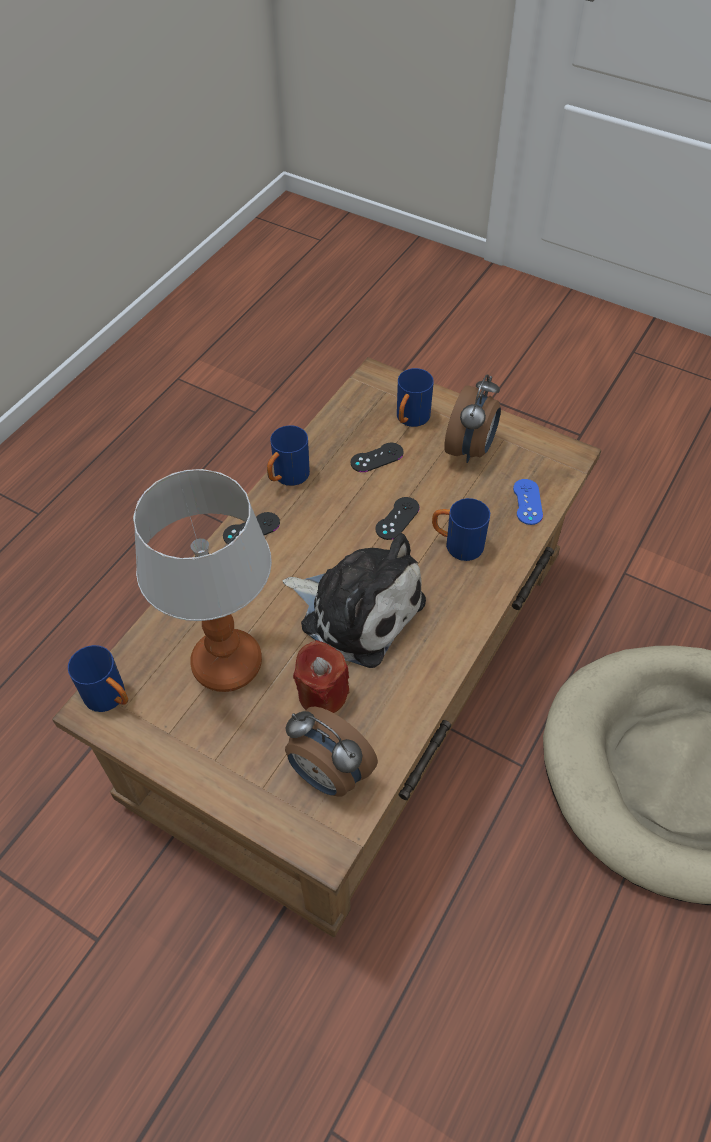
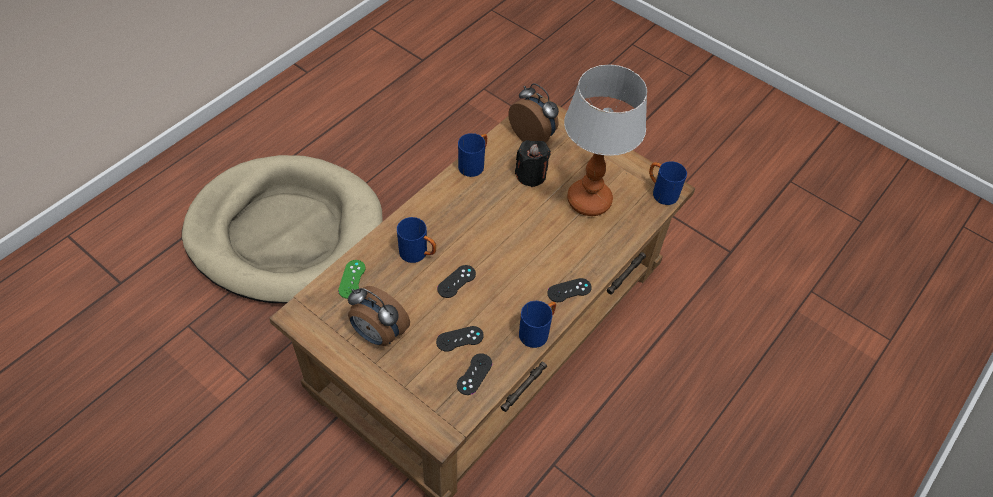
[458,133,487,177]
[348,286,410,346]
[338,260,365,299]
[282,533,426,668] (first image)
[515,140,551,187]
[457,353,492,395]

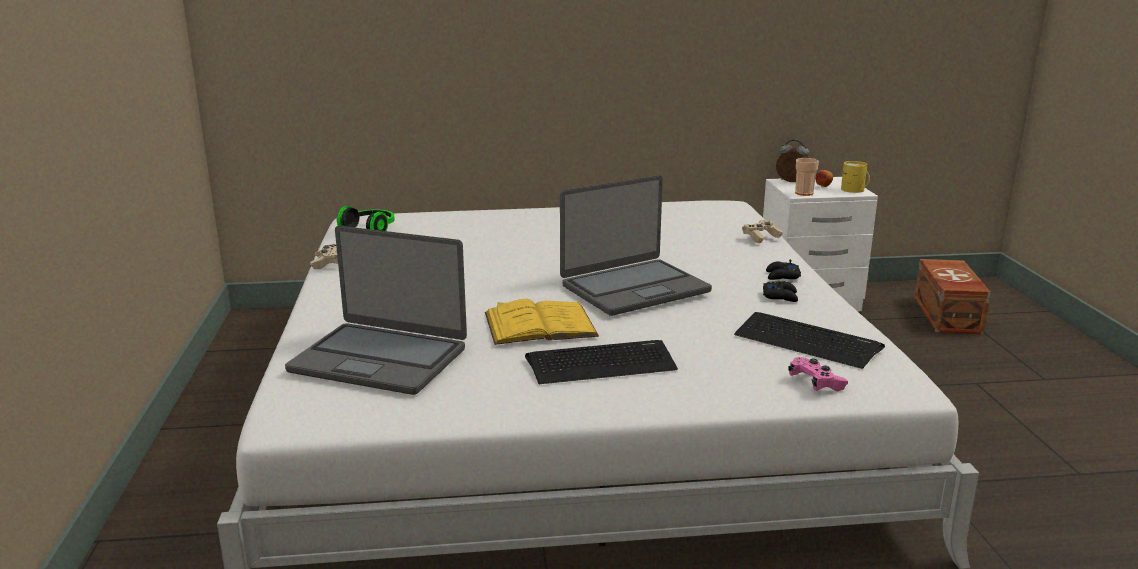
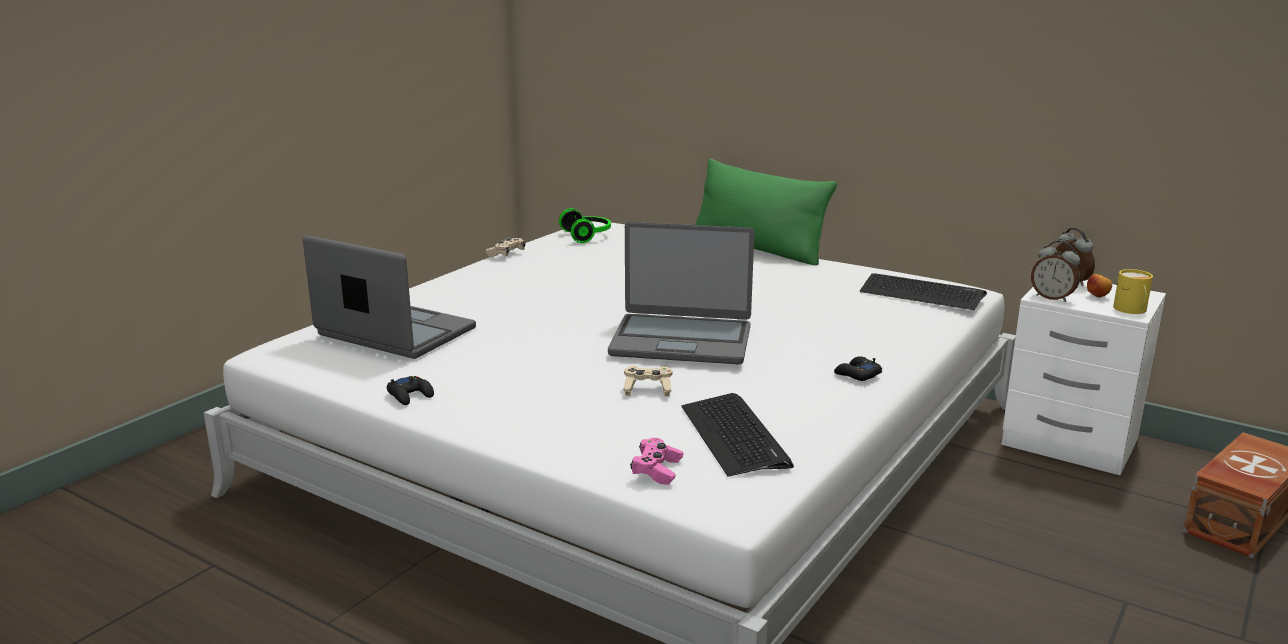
[1031,241,1080,302]
[623,366,672,396]
[303,235,476,359]
[387,376,434,405]
[485,299,599,345] (first image)
[860,273,987,310]
[695,159,837,265]

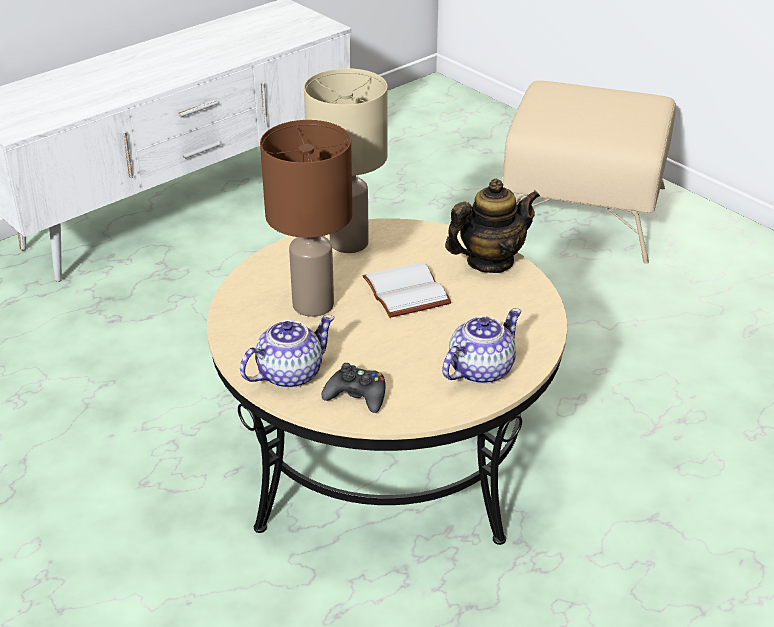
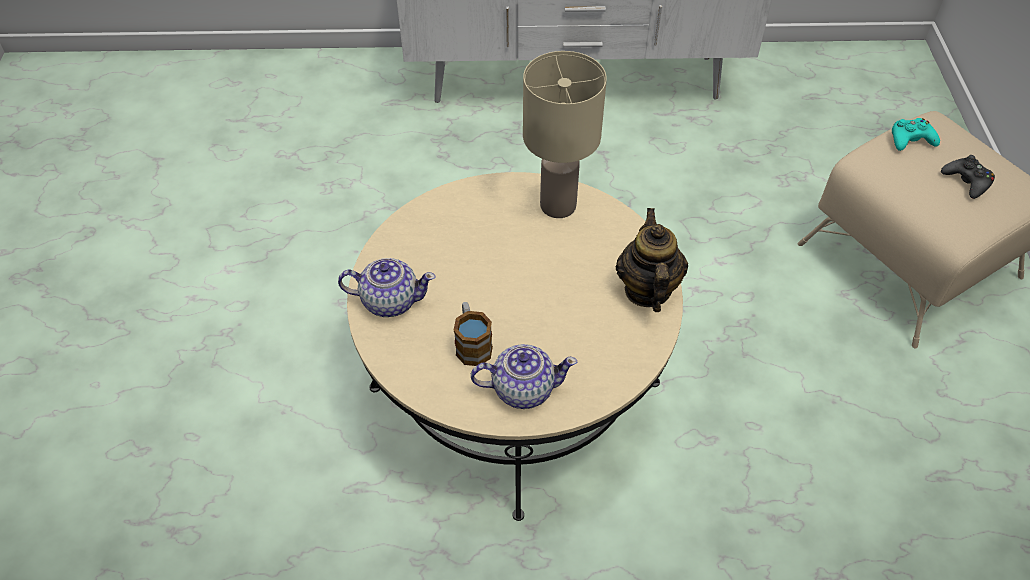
[260,120,353,317] (first image)
[616,208,688,312]
[363,262,451,318] (first image)
[941,155,995,199]
[892,118,940,151]
[454,302,493,366]

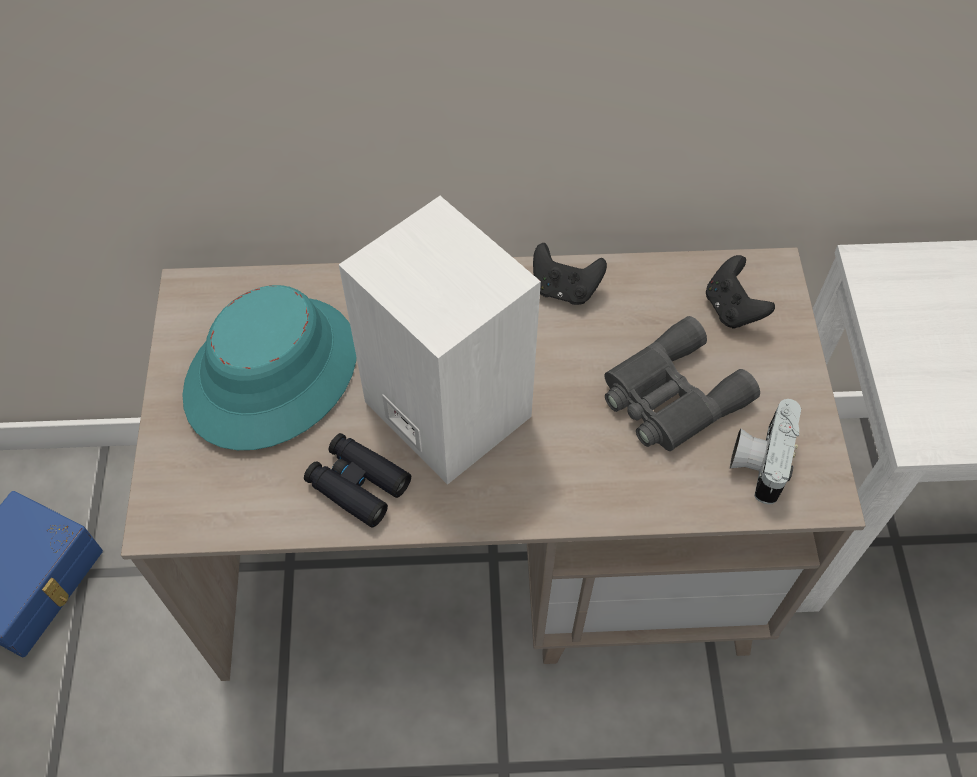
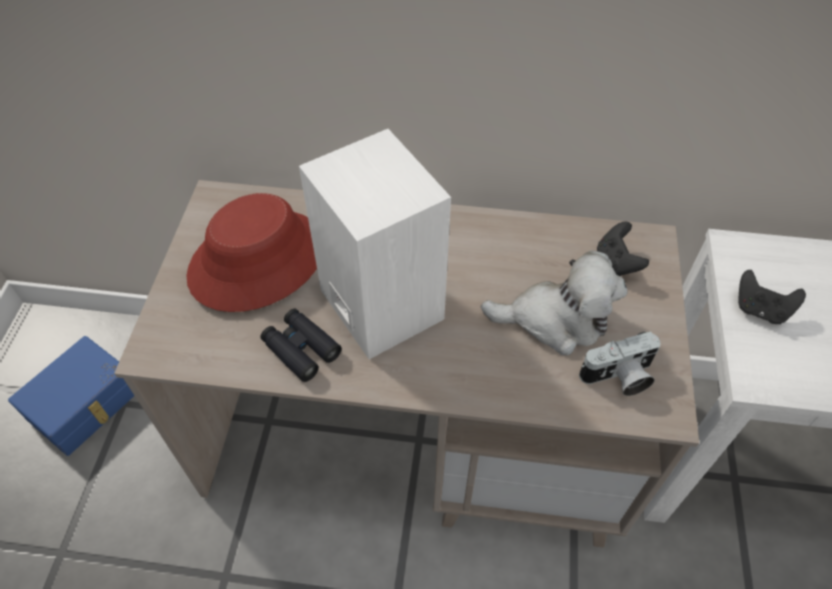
[738,270,806,324]
[186,193,317,312]
[481,250,627,355]
[579,331,661,396]

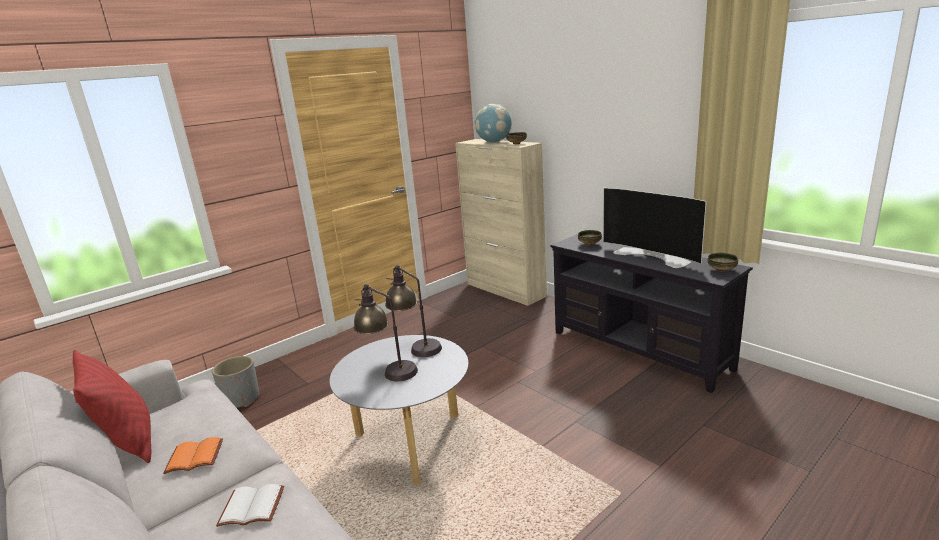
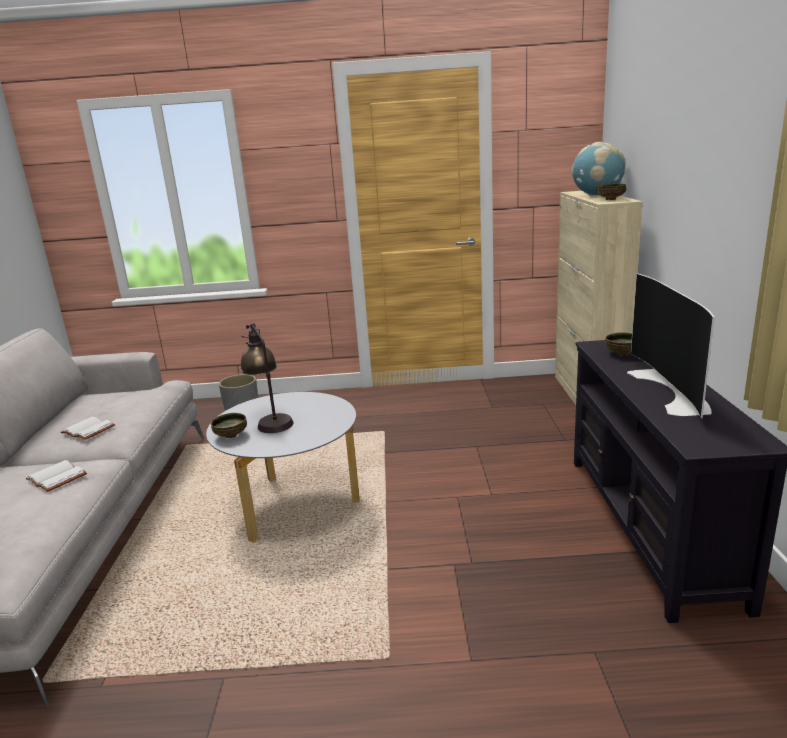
[211,413,247,438]
[385,265,442,357] (first image)
[73,350,151,463] (first image)
[61,417,115,440]

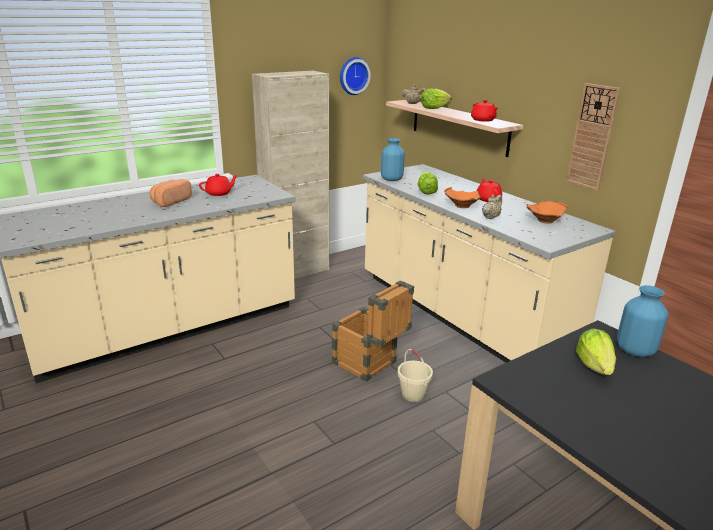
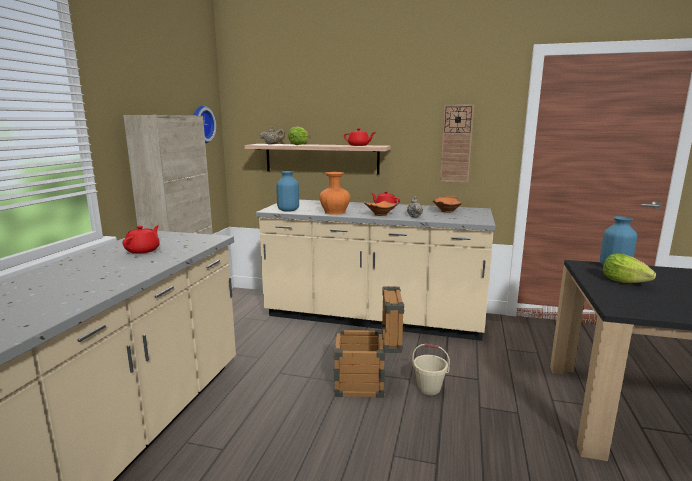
[319,172,350,215]
[150,179,192,207] (first image)

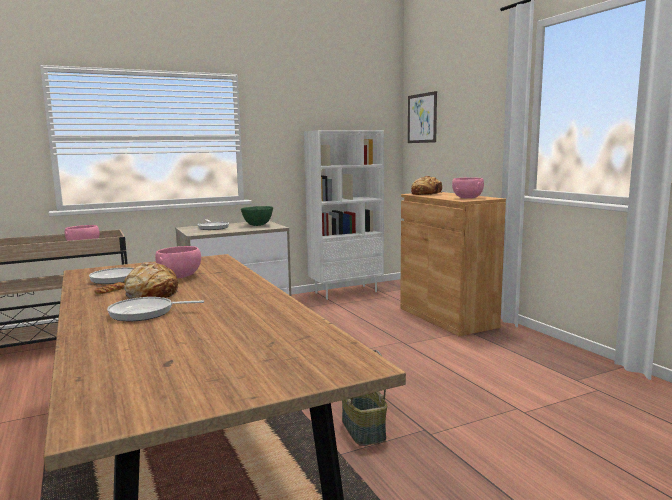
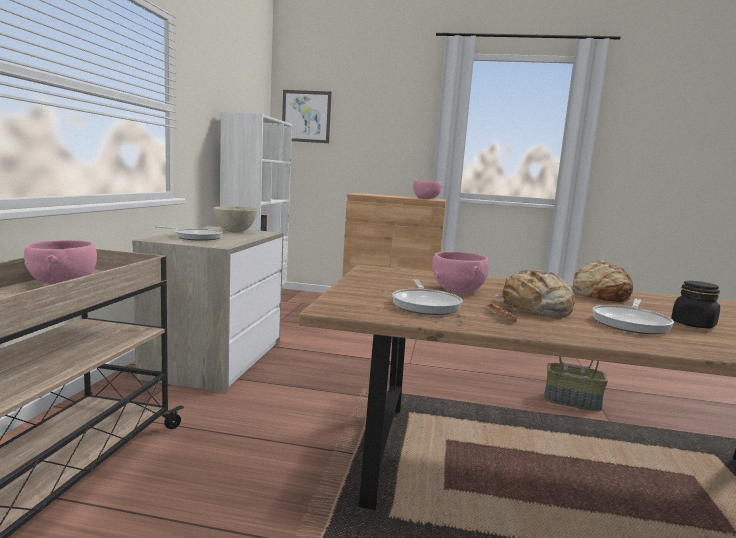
[572,260,633,302]
[213,206,258,232]
[671,281,720,329]

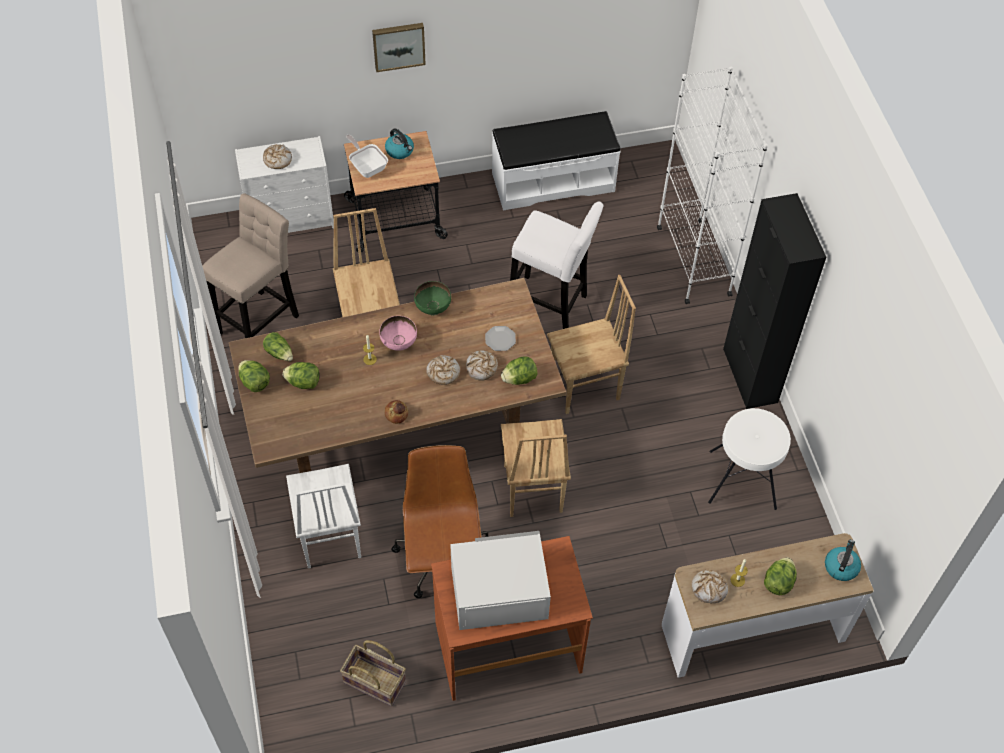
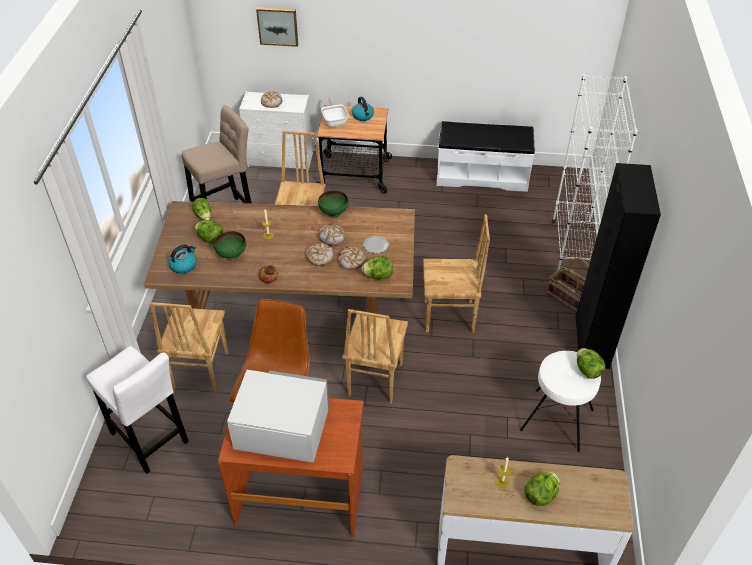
[256,7,298,47]
[86,346,189,474]
[379,316,417,351] (first image)
[577,348,605,379]
[150,302,228,393]
[168,244,196,274]
[319,224,345,245]
[547,258,589,313]
[214,231,246,261]

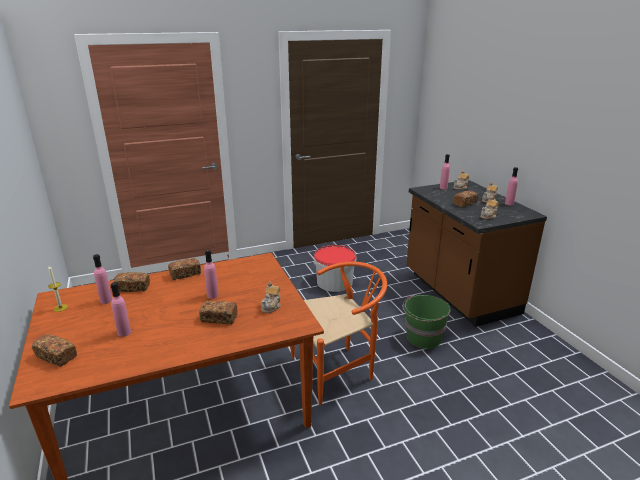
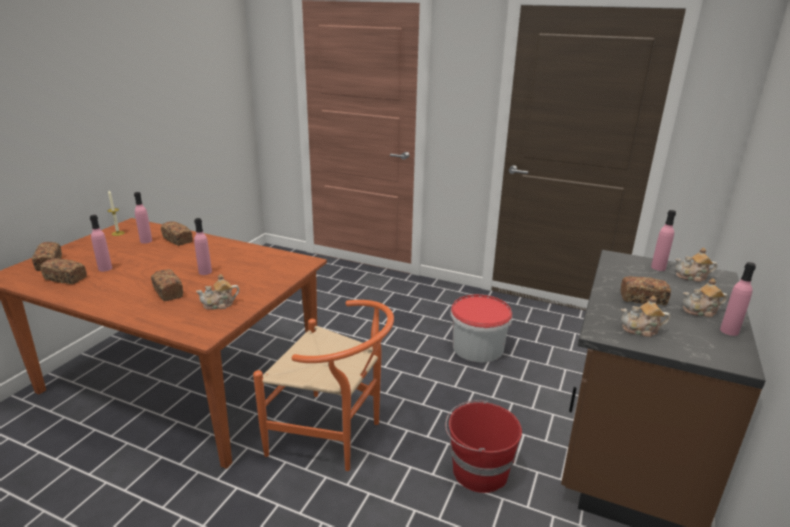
[40,258,87,284]
[445,400,522,493]

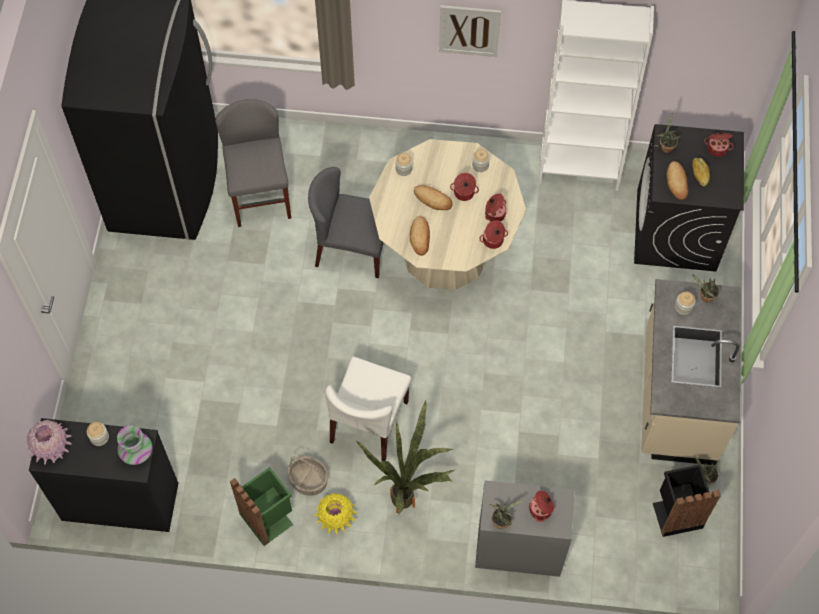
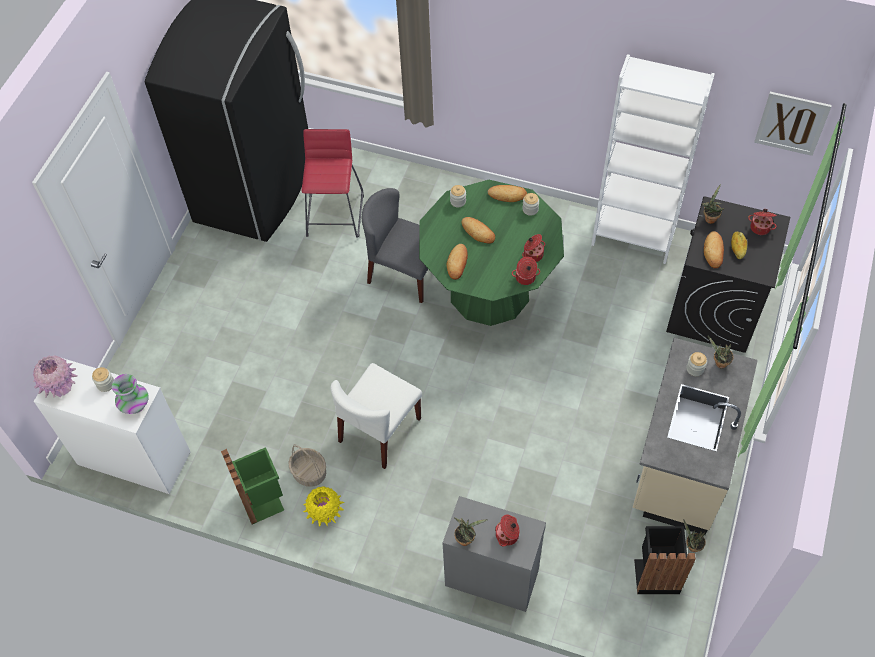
[754,92,832,156]
[302,129,364,238]
[419,180,564,326]
[450,173,479,201] (first image)
[356,399,456,514] (first image)
[34,358,191,494]
[488,185,527,202]

